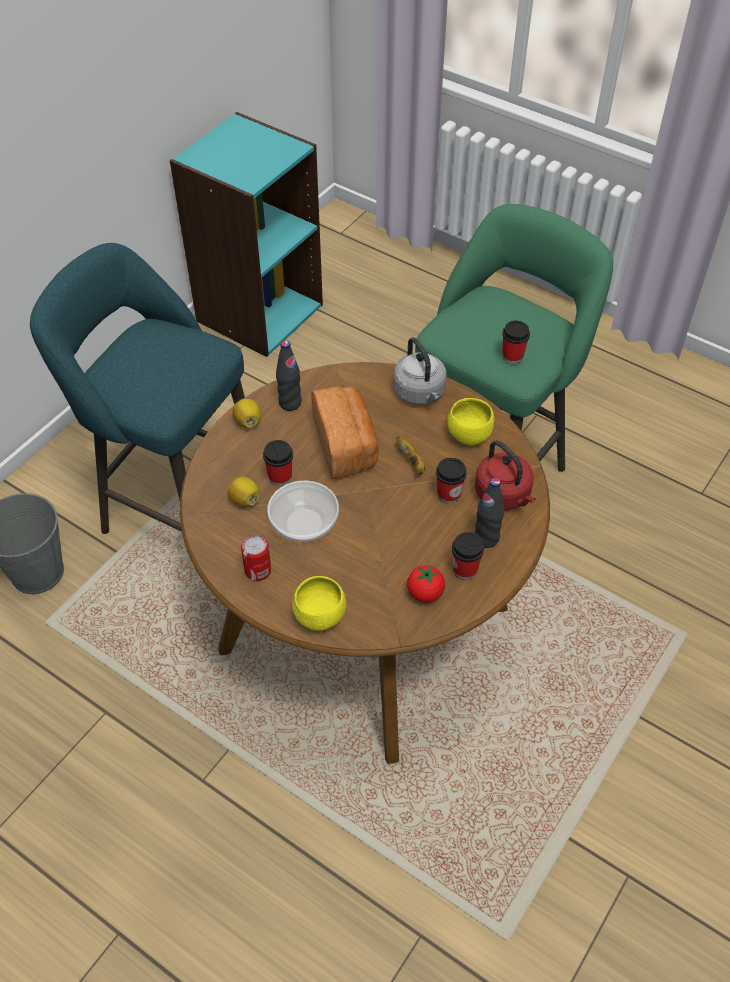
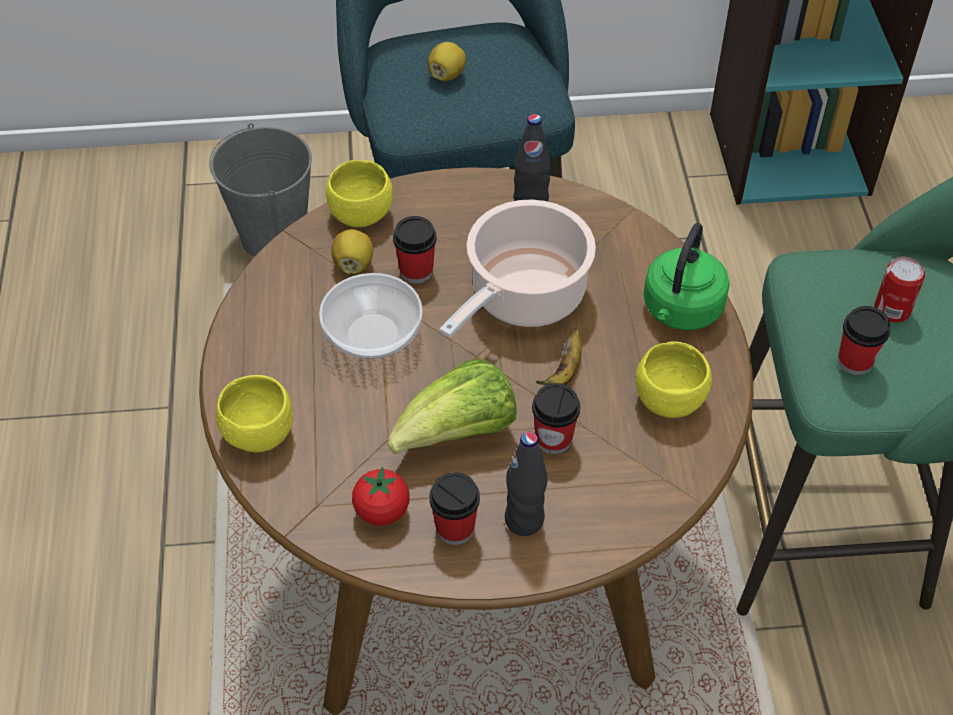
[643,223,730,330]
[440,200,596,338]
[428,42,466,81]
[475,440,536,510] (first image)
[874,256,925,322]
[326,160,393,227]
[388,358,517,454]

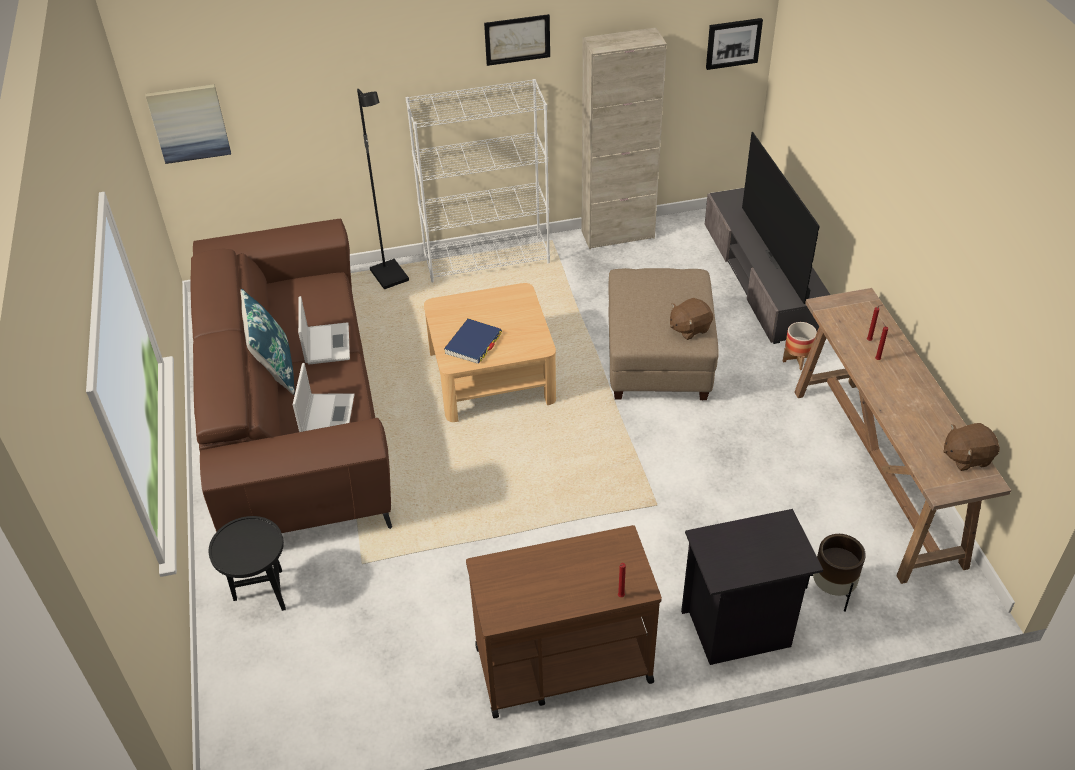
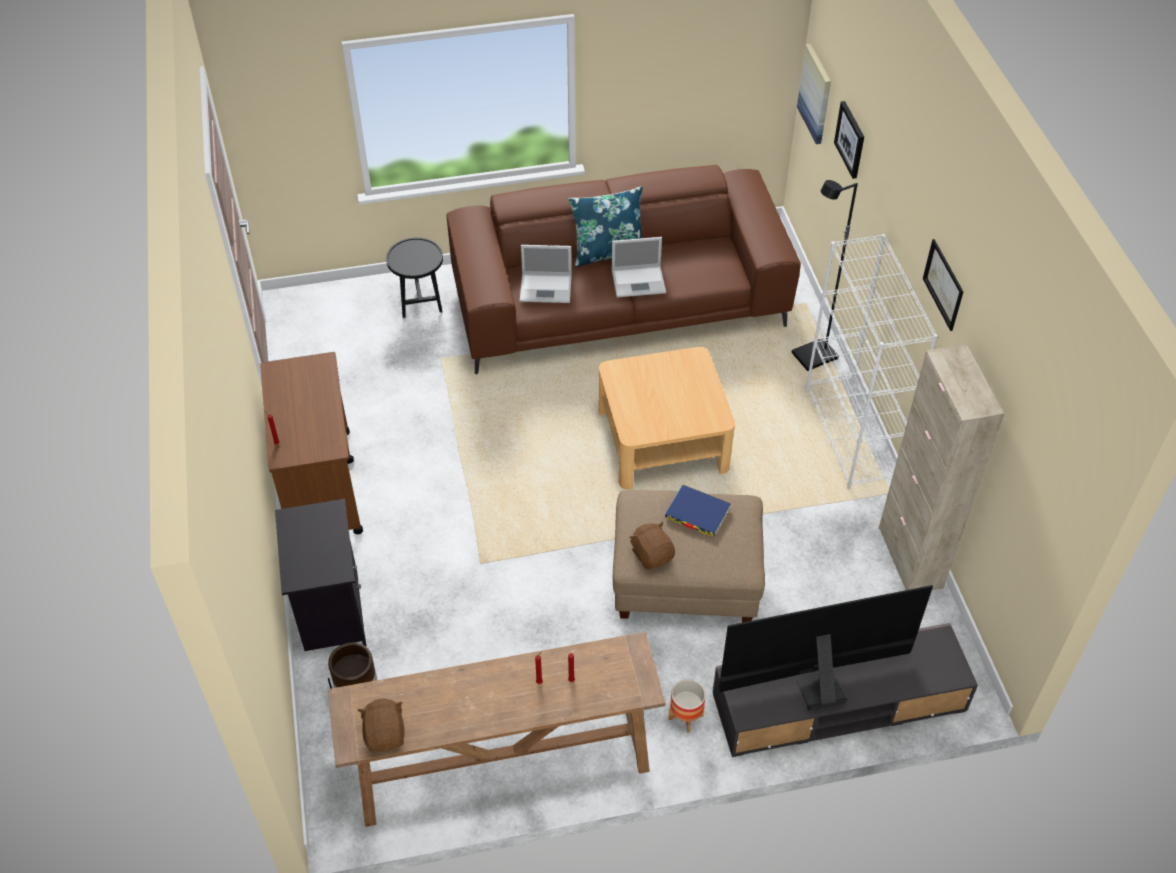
[834,101,864,179]
[665,484,731,537]

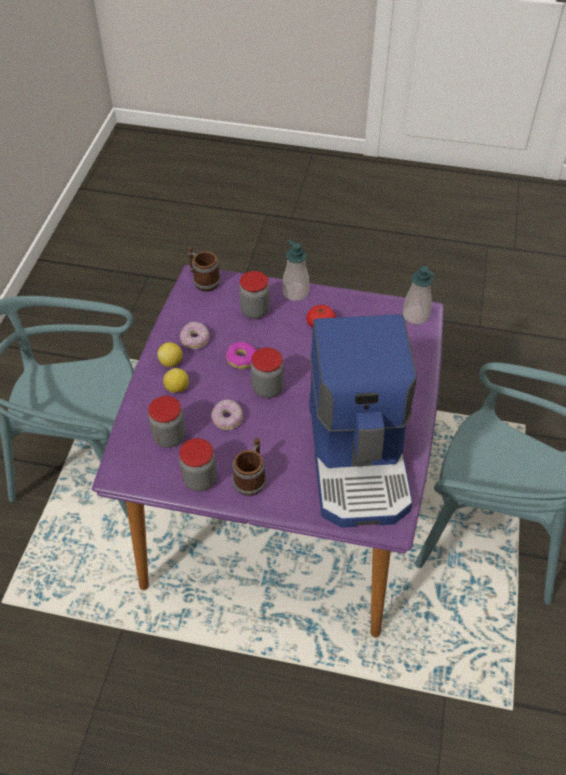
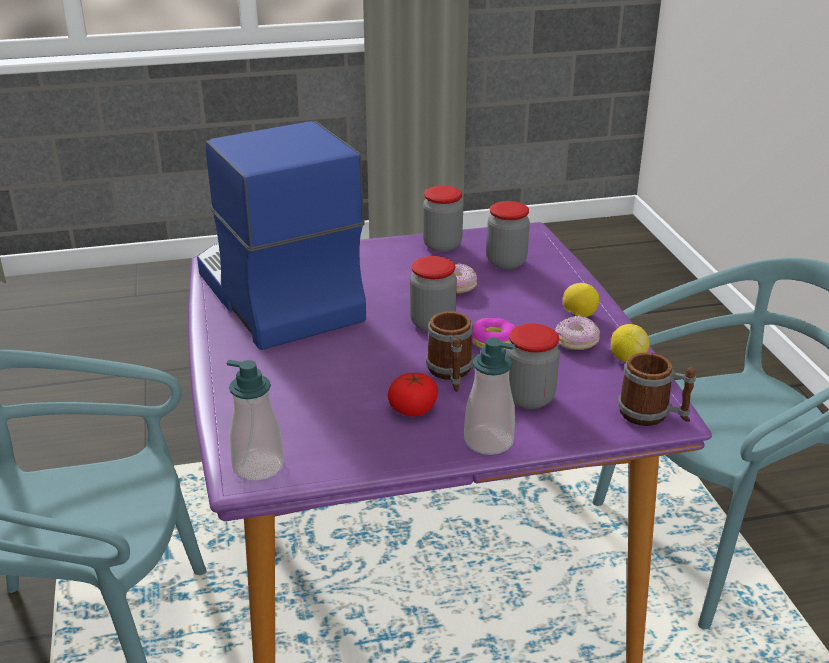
[611,324,650,363]
[426,311,473,392]

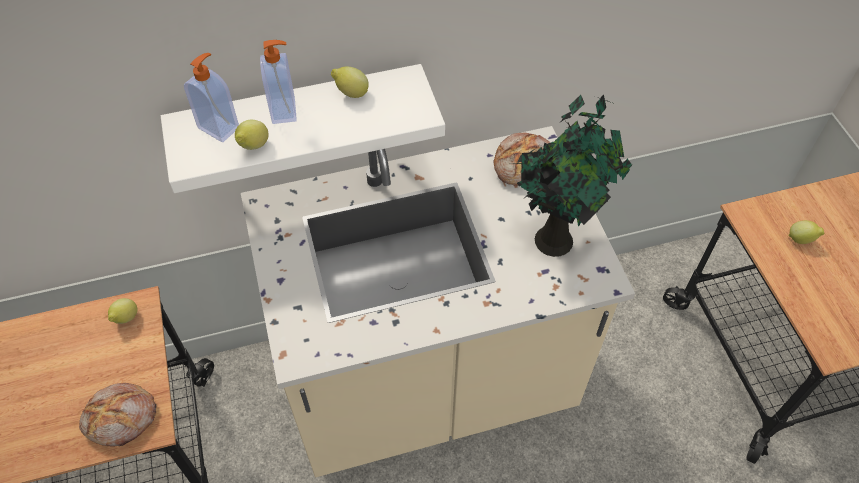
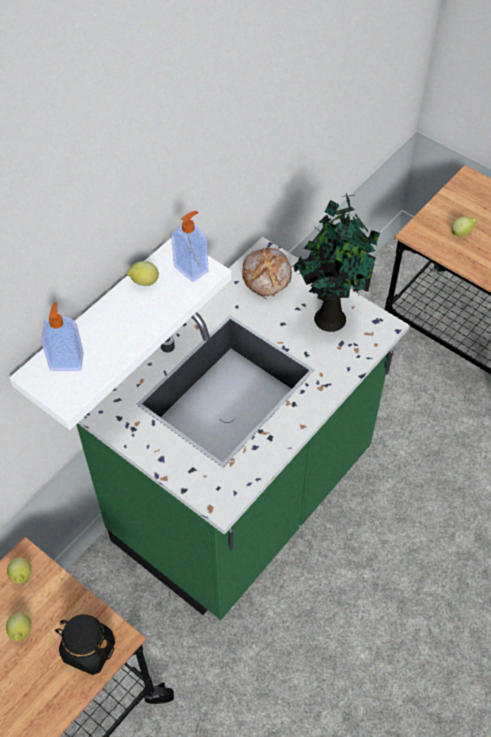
[171,211,208,282]
[6,613,31,641]
[76,237,409,620]
[55,614,115,675]

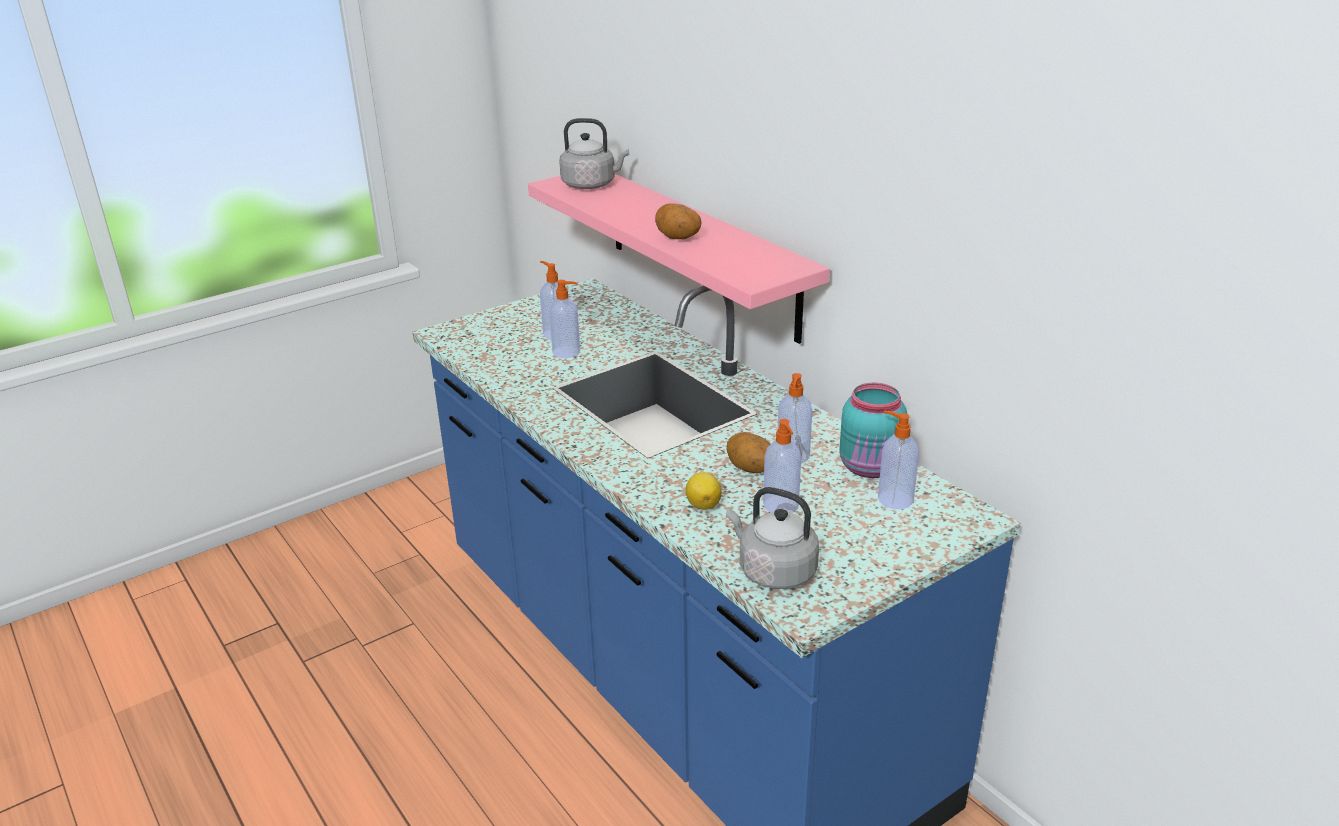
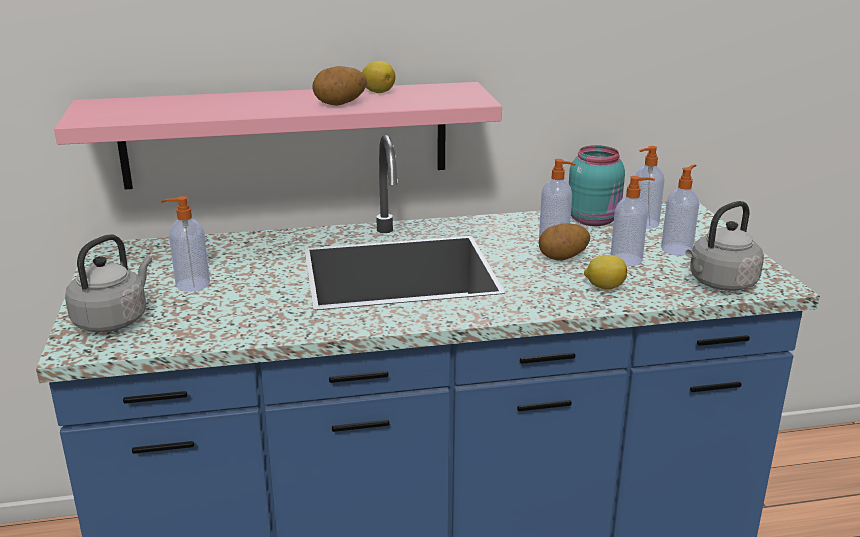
[65,234,152,332]
[661,164,699,256]
[362,61,395,93]

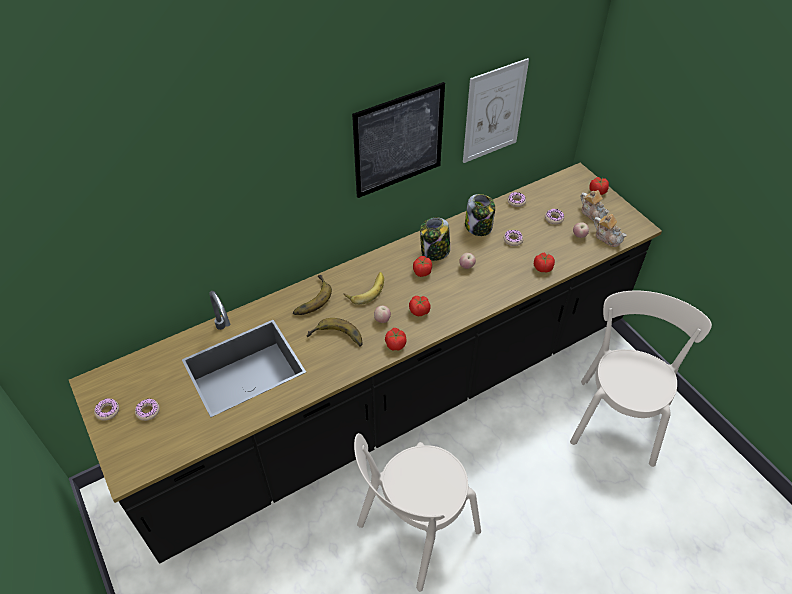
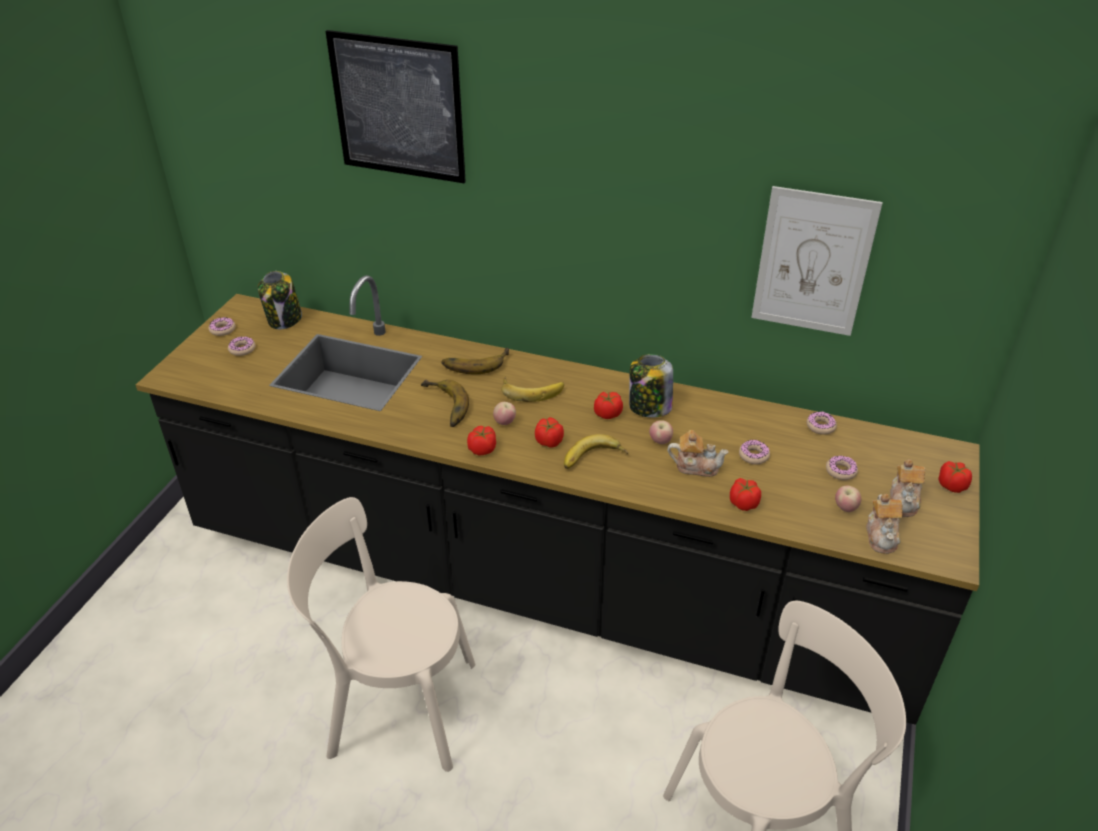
[326,30,466,183]
[257,271,302,329]
[667,430,729,477]
[564,434,628,469]

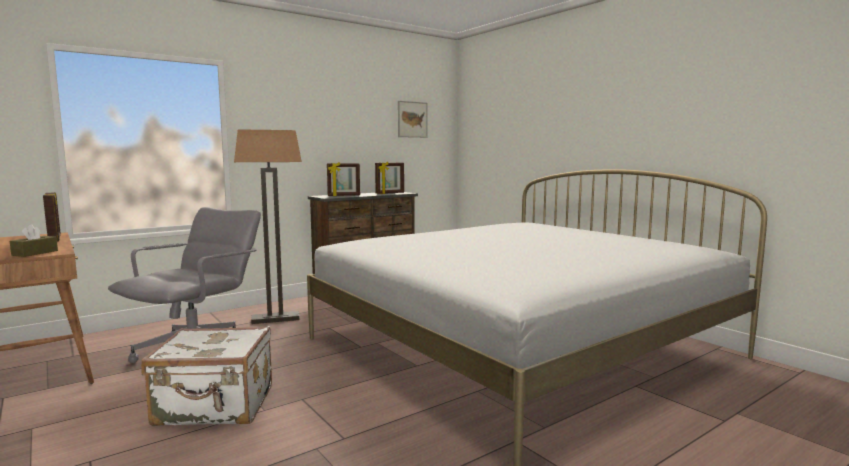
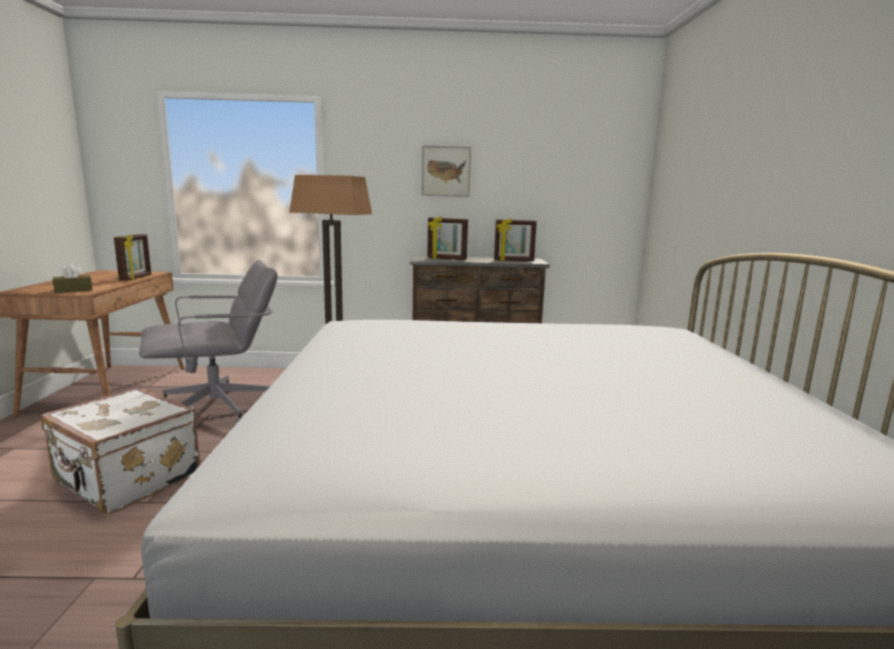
[422,145,471,197]

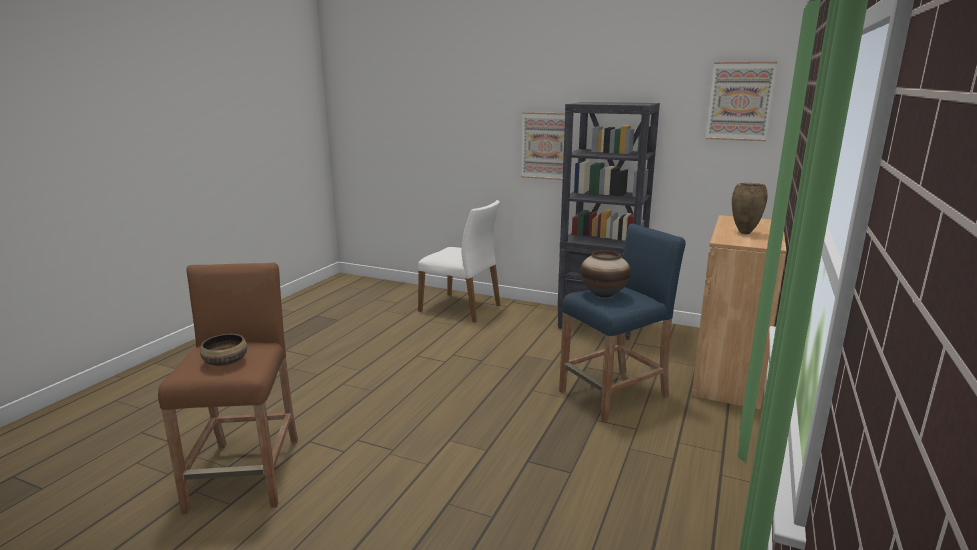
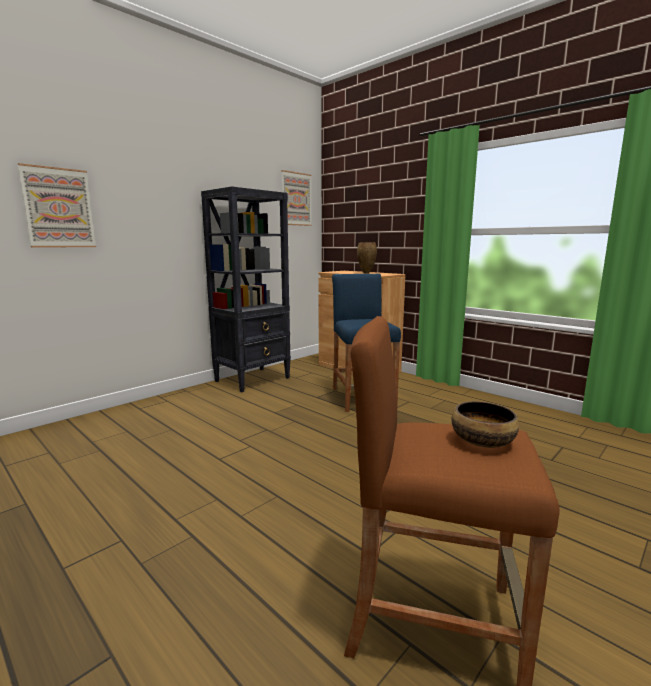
[18,163,96,248]
[418,200,500,322] (first image)
[580,250,631,298] (first image)

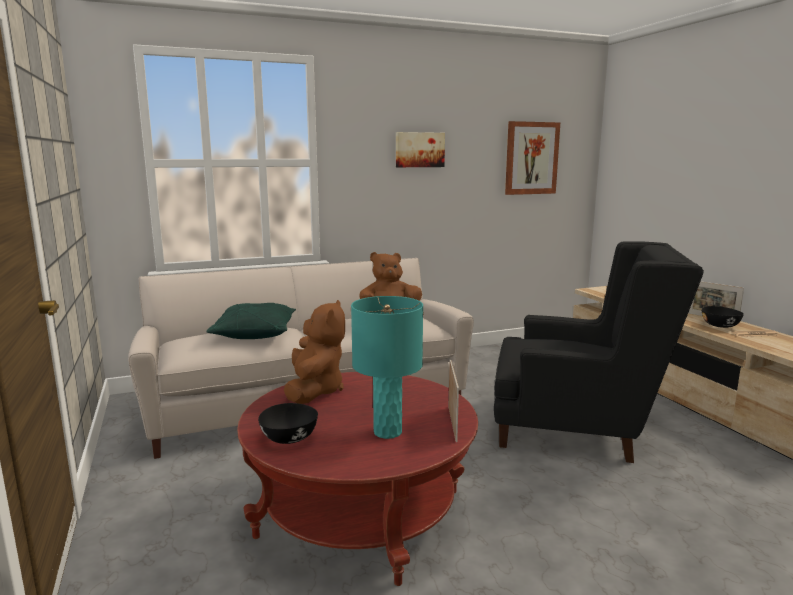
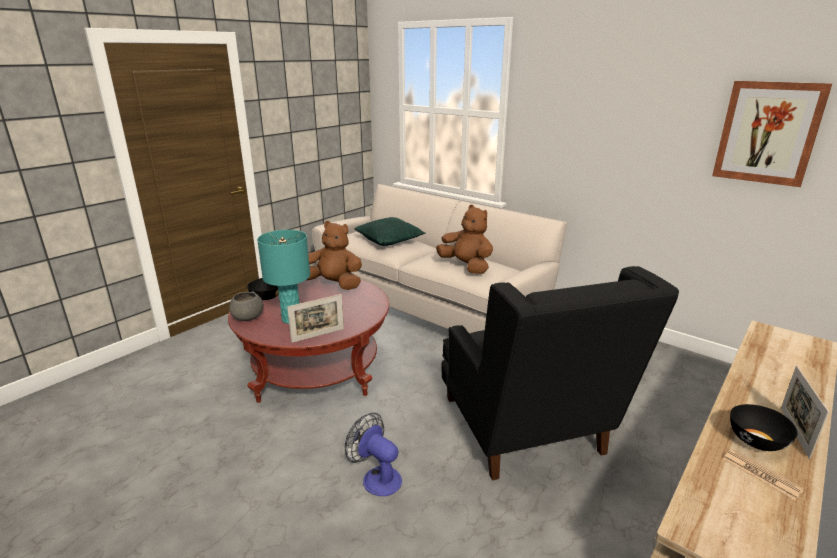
[396,132,445,167] (first image)
[307,221,362,290]
[229,292,264,321]
[345,413,402,496]

